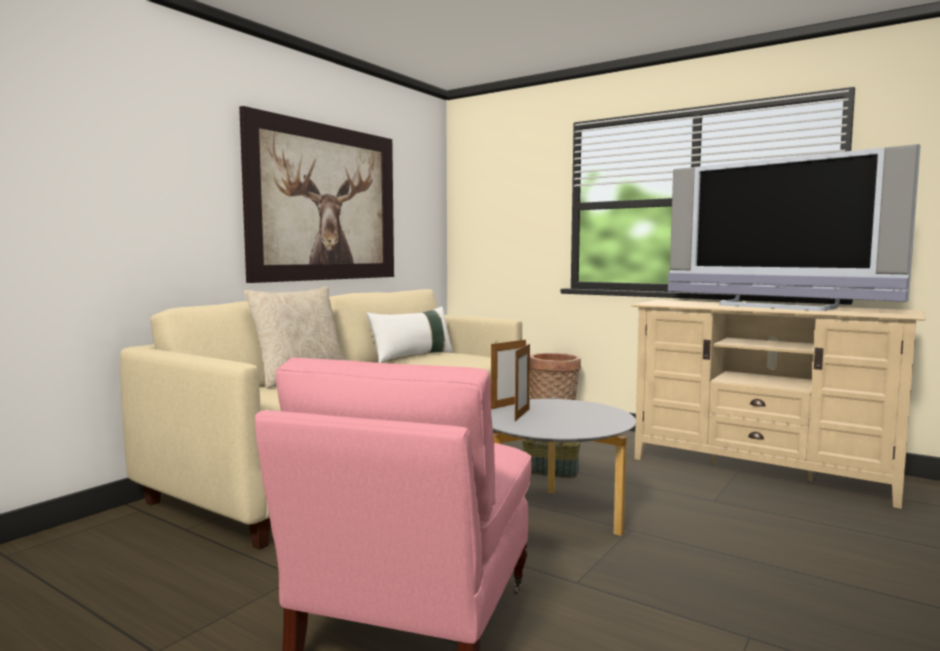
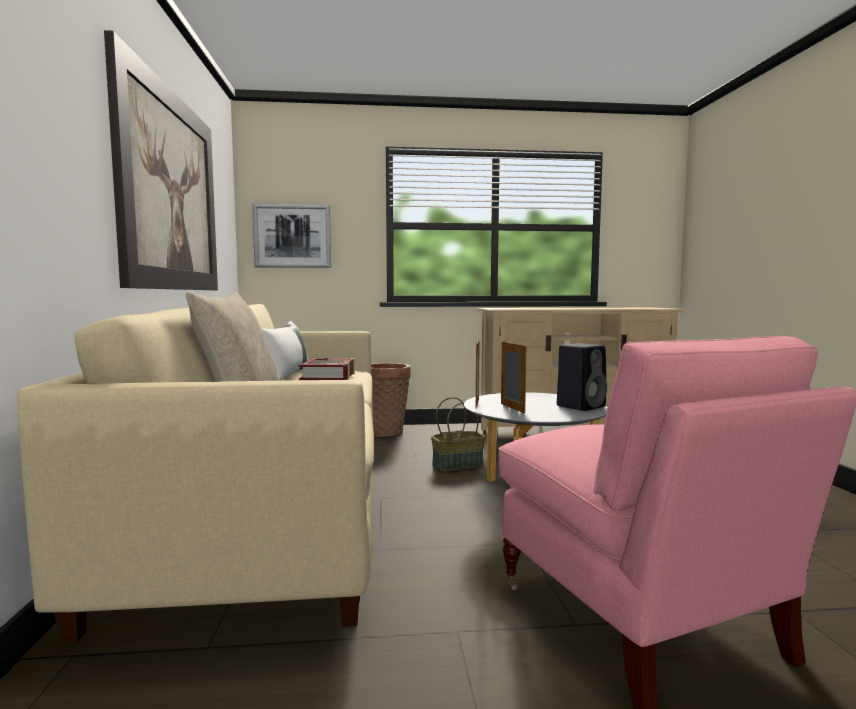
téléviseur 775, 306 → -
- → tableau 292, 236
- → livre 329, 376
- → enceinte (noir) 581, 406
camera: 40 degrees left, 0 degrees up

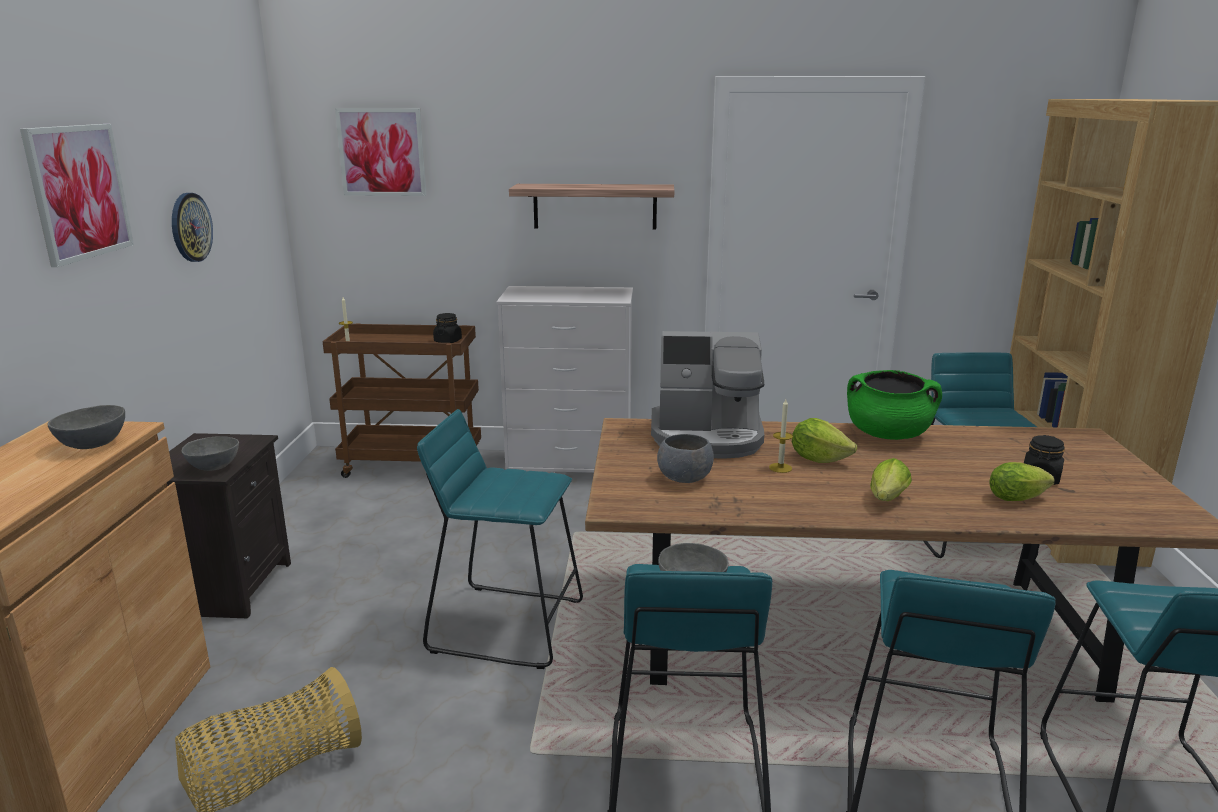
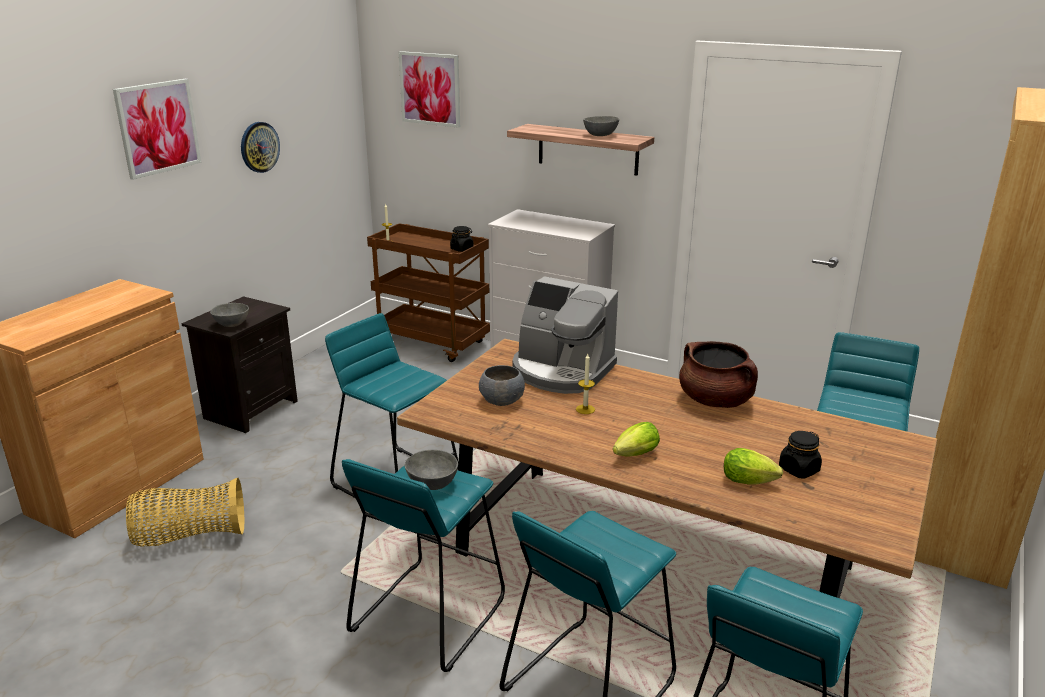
laitue 818, 459 → -
bol (gris) 94, 445 → bol (gris) 601, 135, move
marmite (vert) 888, 435 → marmite (marron) 715, 400
camera: 25 degrees right, 5 degrees up

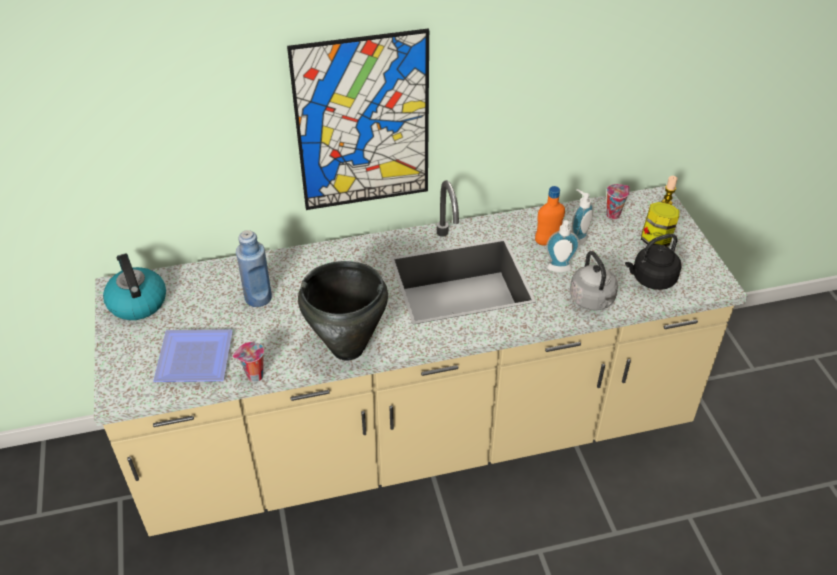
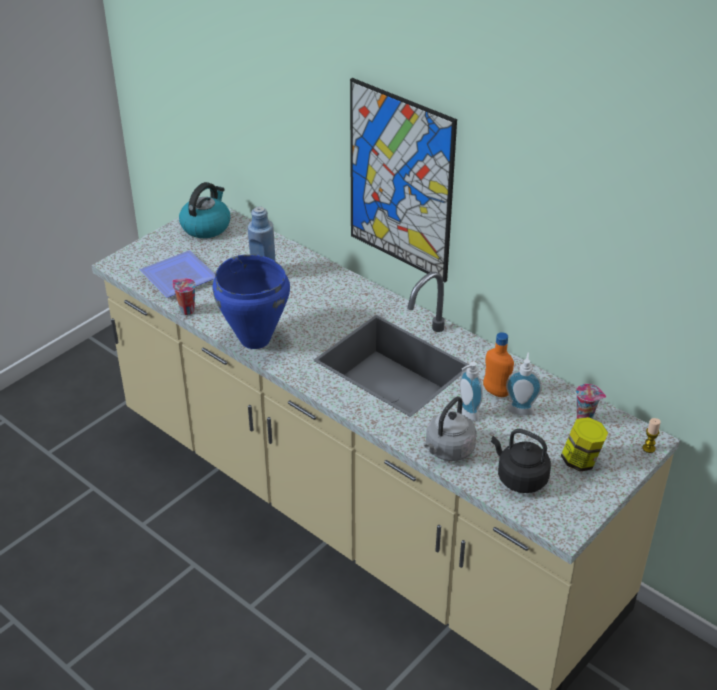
marmite (noir) 348, 349 → marmite (bleu) 254, 340
camera: 55 degrees right, 5 degrees down

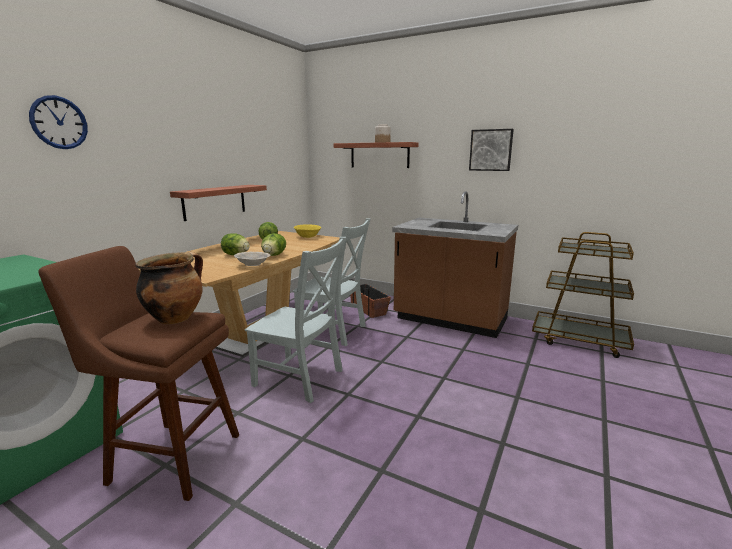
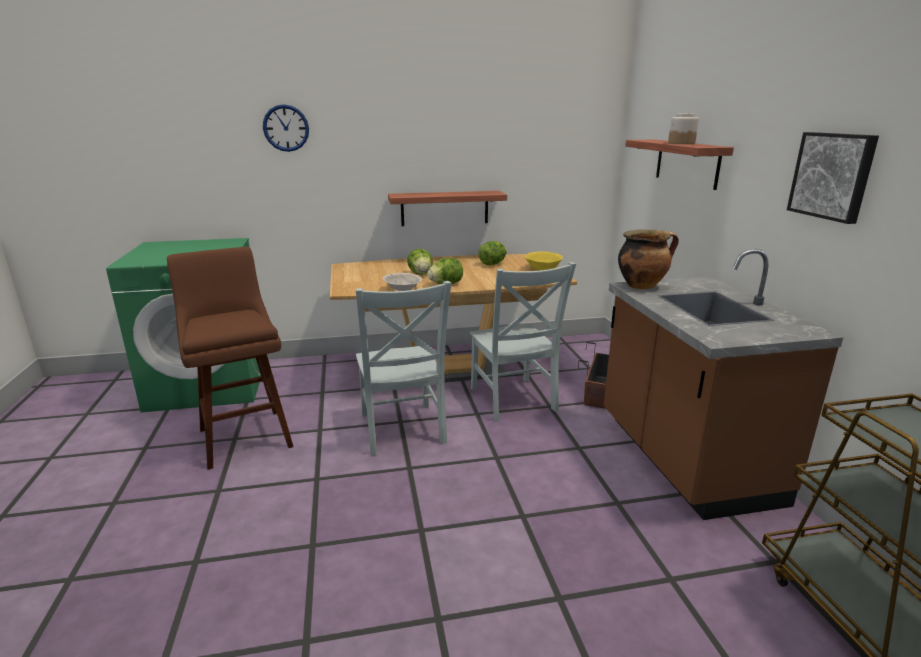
marmite 176, 318 → marmite 642, 285, move
camera: 50 degrees right, 5 degrees up

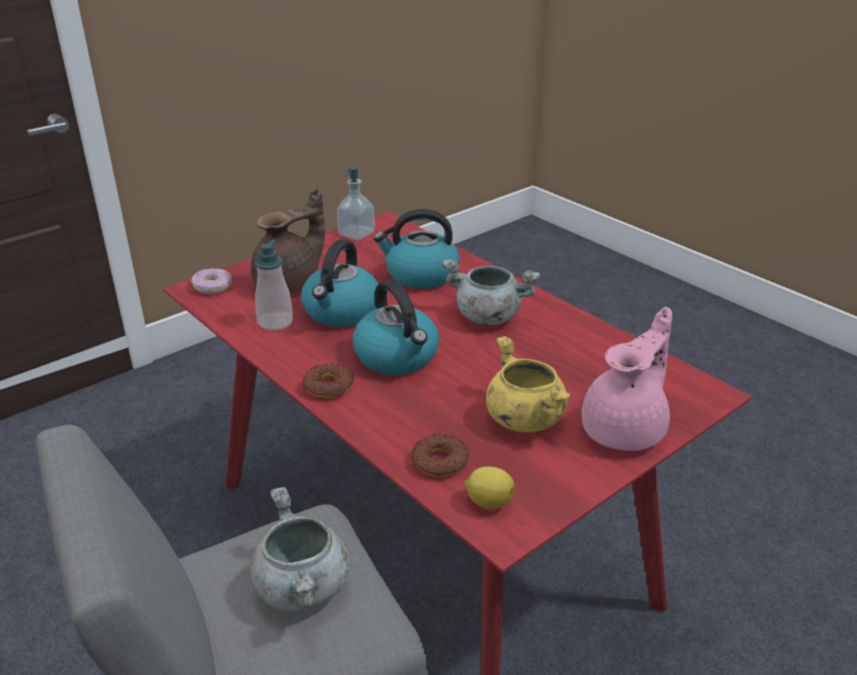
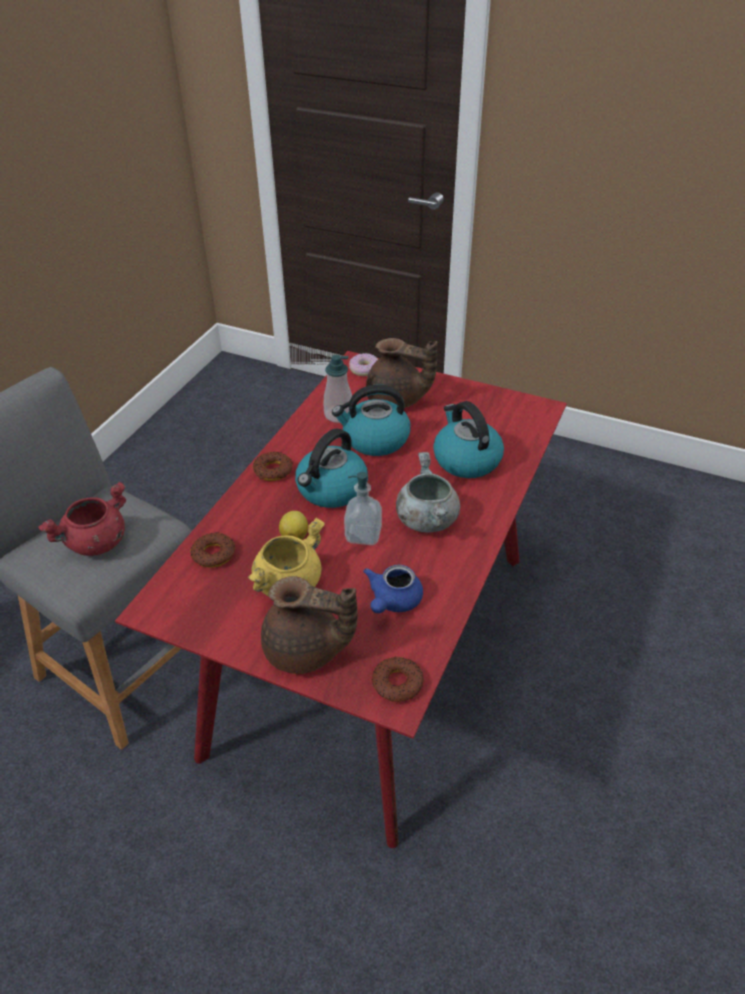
- → théière (bleu) 392, 601
- → beignet 397, 683
distributeur de savon 356, 234 → distributeur de savon 363, 535, move
citron 488, 502 → citron 295, 536, move
marmite (gris) 303, 588 → marmite (rouge) 96, 543
théière (rose) 626, 430 → théière (marron) 306, 651
camera: 65 degrees right, 10 degrees up

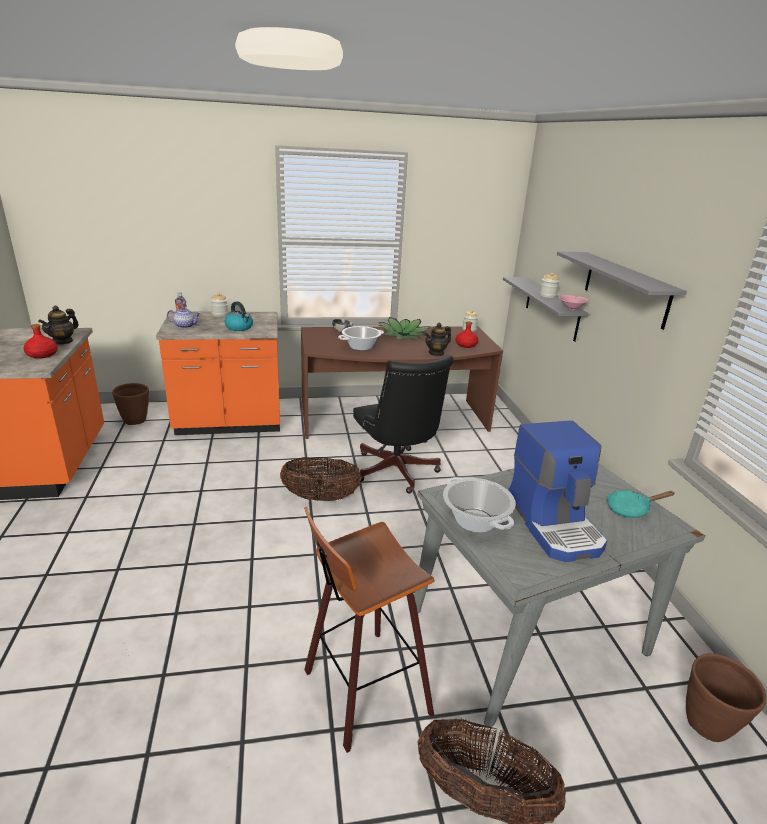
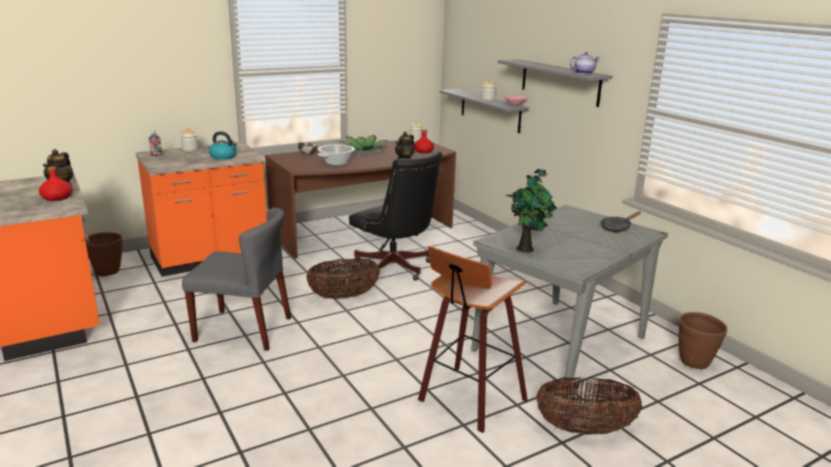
machine à café 554, 524 → -
- → chaise (gris) 244, 329
théière 185, 326 → théière 583, 73, move
marmite 475, 520 → plante en pot 526, 249
poêle (turquoise) 631, 509 → poêle (noir) 617, 227
camera: 20 degrees left, 5 degrees down

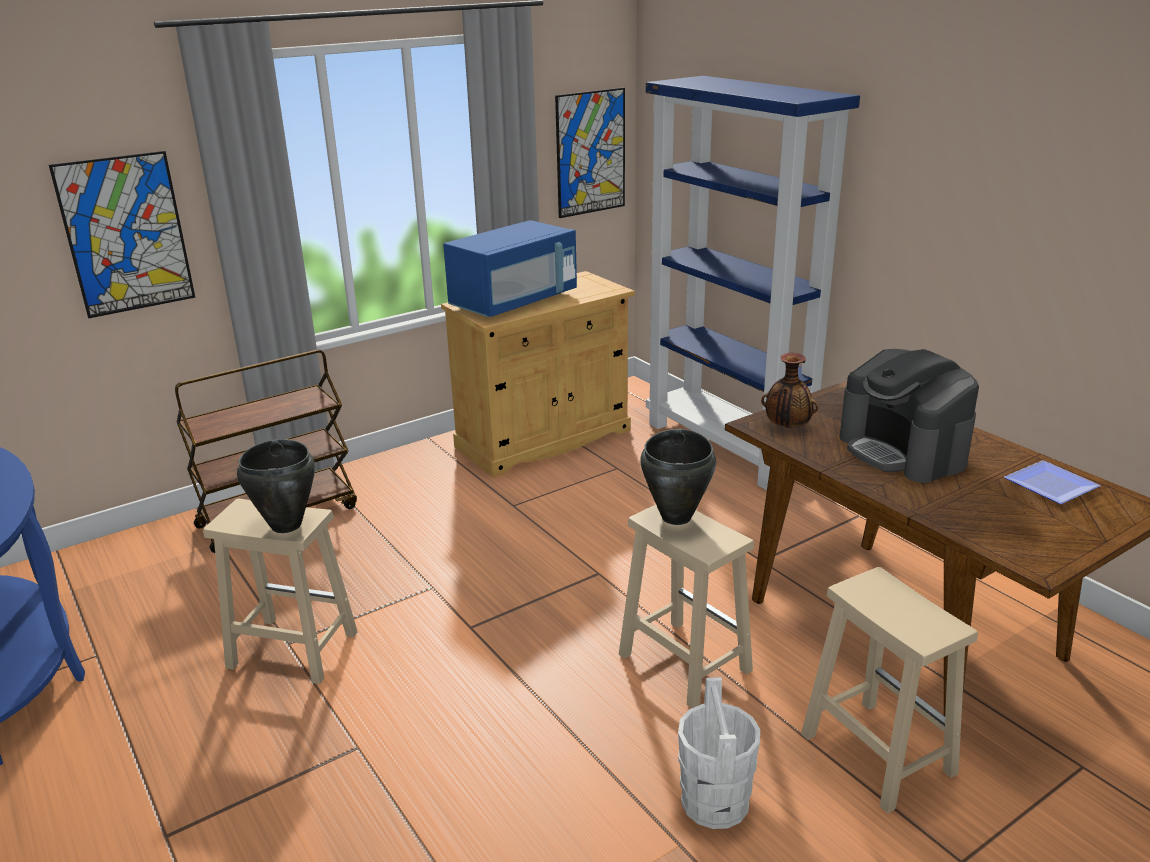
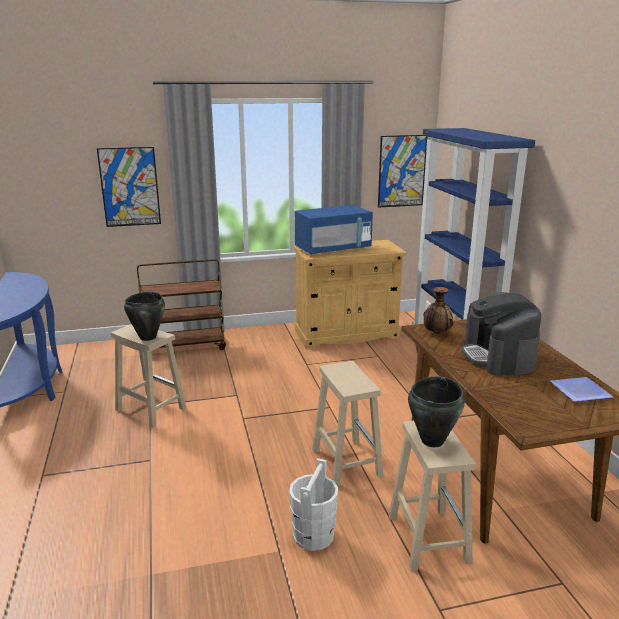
marmite (noir) 677, 517 → marmite (noir) 433, 441, move
camera: 20 degrees right, 5 degrees down

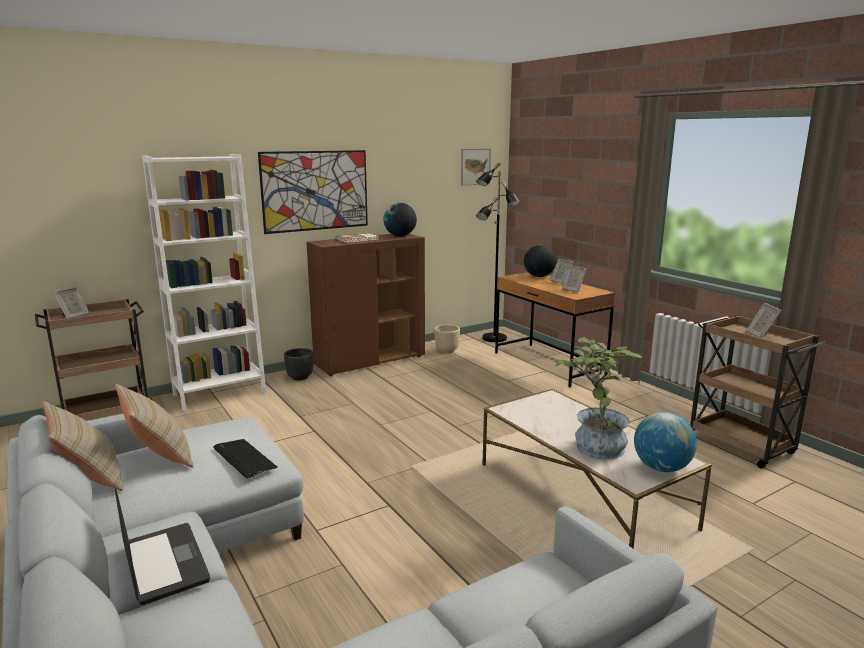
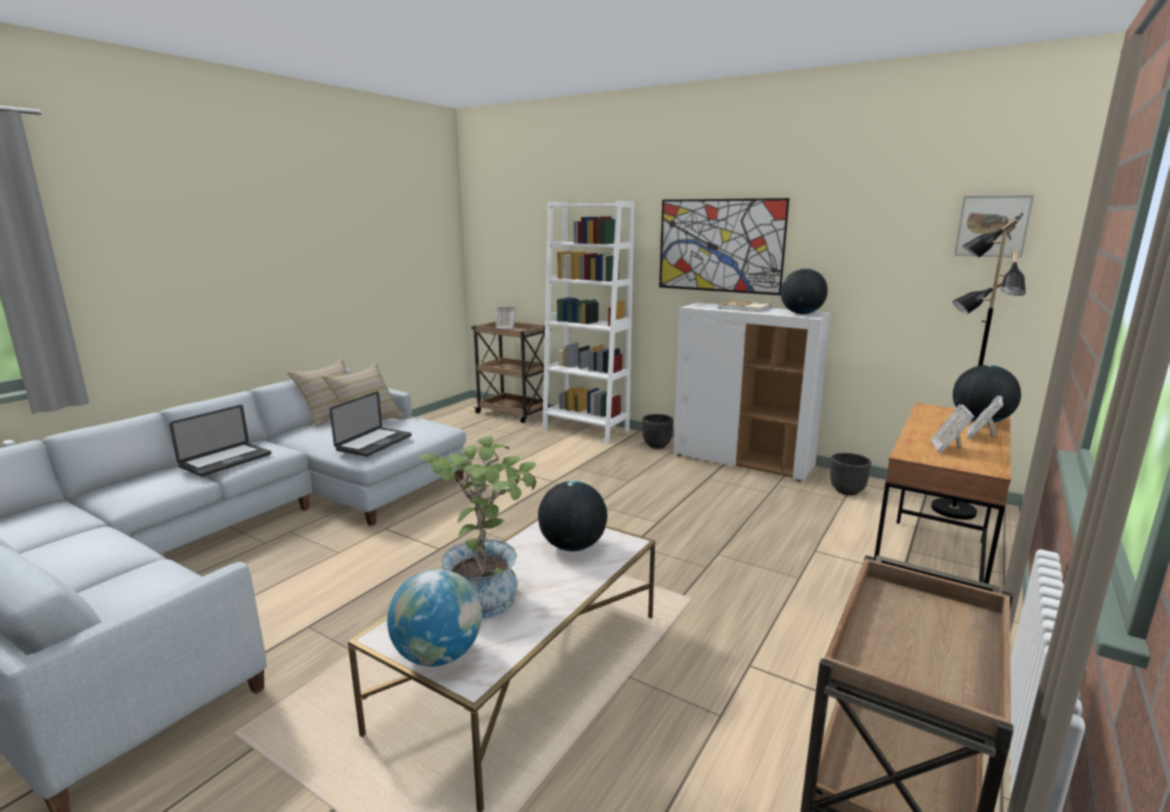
cadre photo 760, 335 → -
- → globe 572, 547
clavier 244, 458 → ordinateur portable 374, 443
meuble de rangement (marron) 370, 361 → meuble de rangement (blanc) 743, 461
cache-pot (beige) 447, 350 → cache-pot (noir) 847, 491
camera: 65 degrees right, 0 degrees up

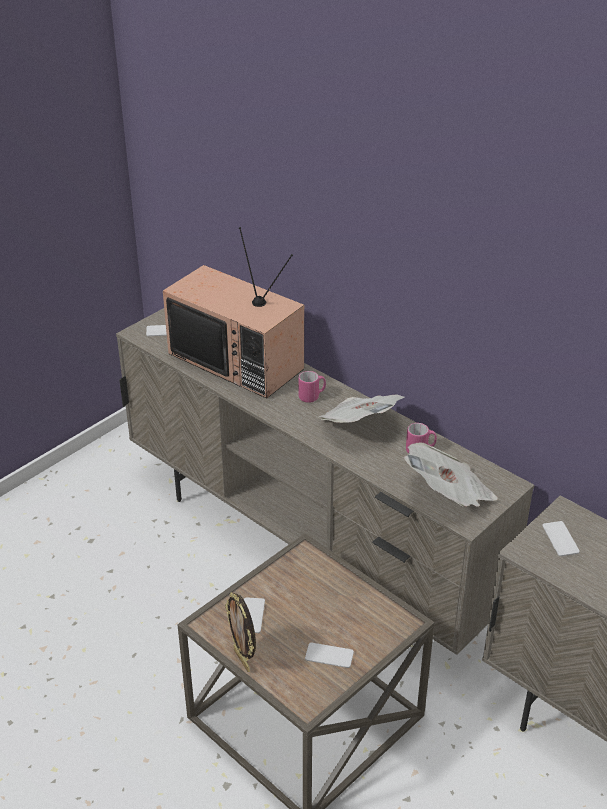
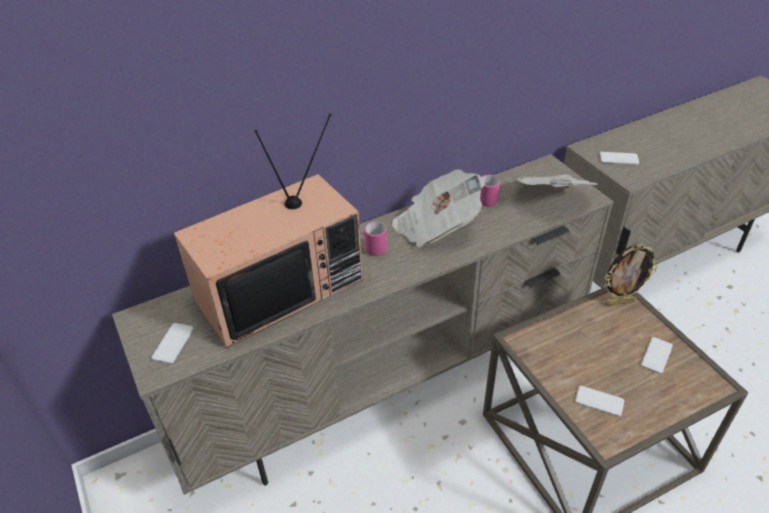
cadre photo 243, 659 → cadre photo 620, 302, move
camera: 70 degrees left, 5 degrees up

